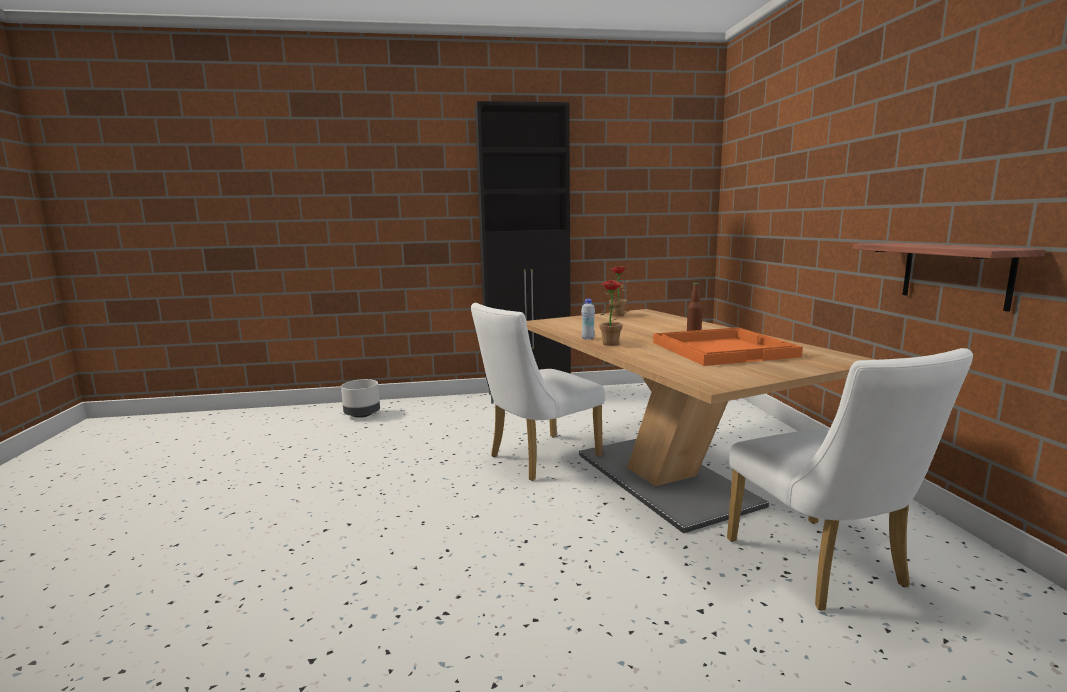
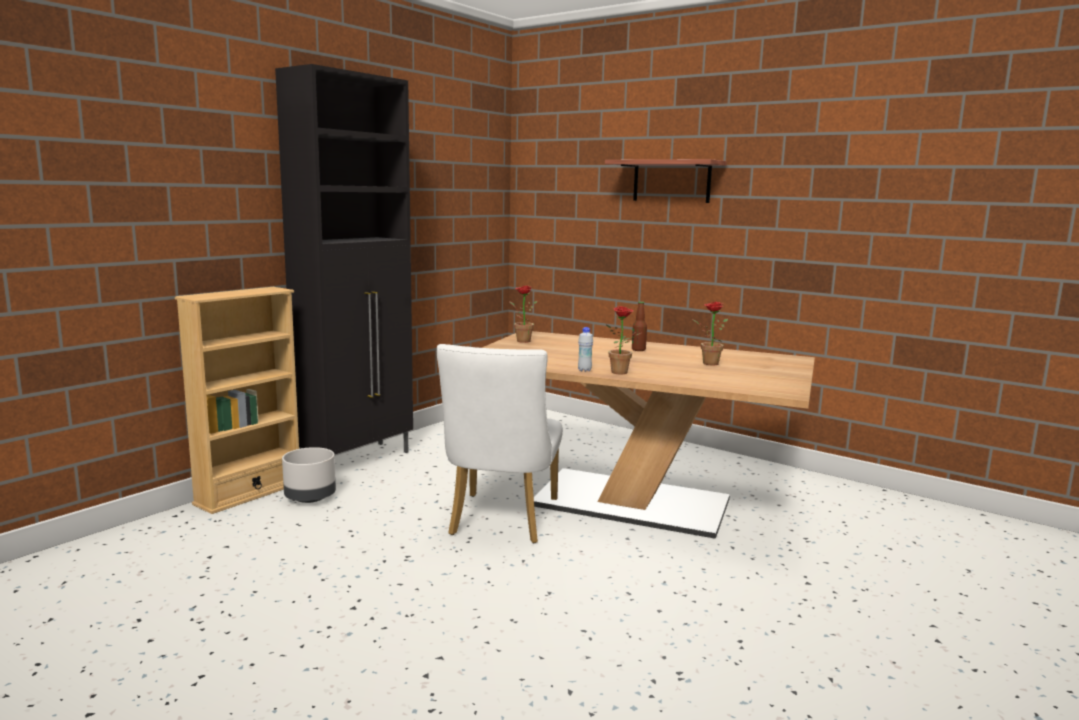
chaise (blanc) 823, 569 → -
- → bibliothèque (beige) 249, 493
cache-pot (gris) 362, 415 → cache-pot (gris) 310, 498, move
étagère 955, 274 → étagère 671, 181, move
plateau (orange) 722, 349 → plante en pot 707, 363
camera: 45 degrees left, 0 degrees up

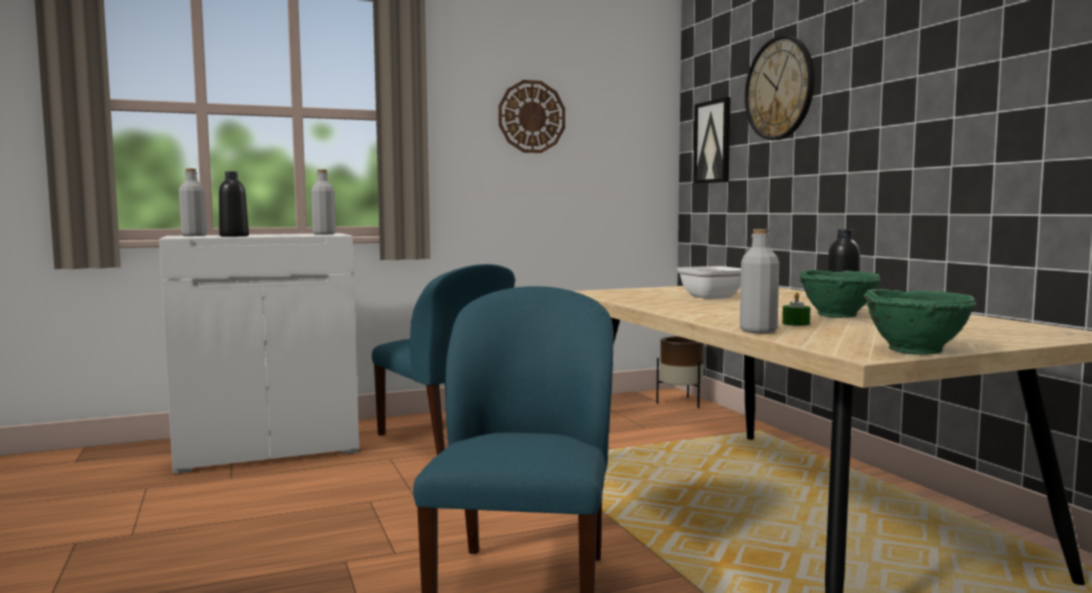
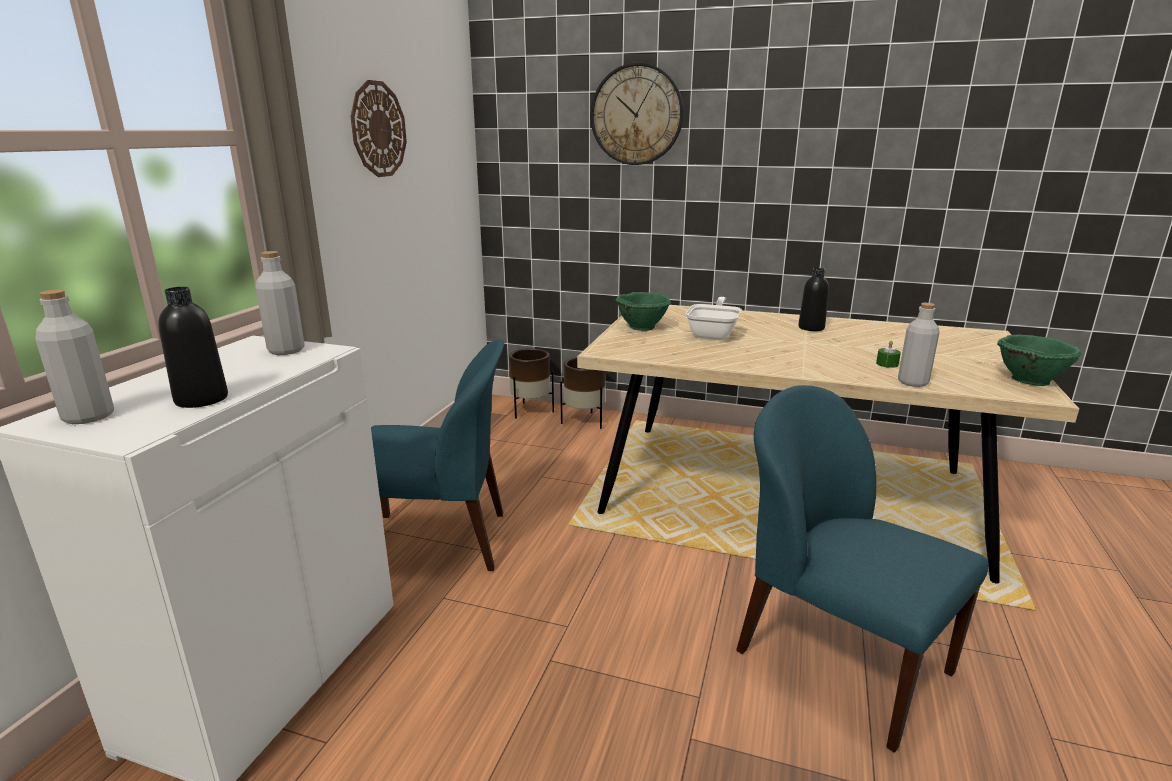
tableau 713, 142 → -
- → cache-pot (marron) 584, 421
bol (vert) 838, 315 → bol (vert) 642, 327, move
camera: 50 degrees left, 15 degrees up

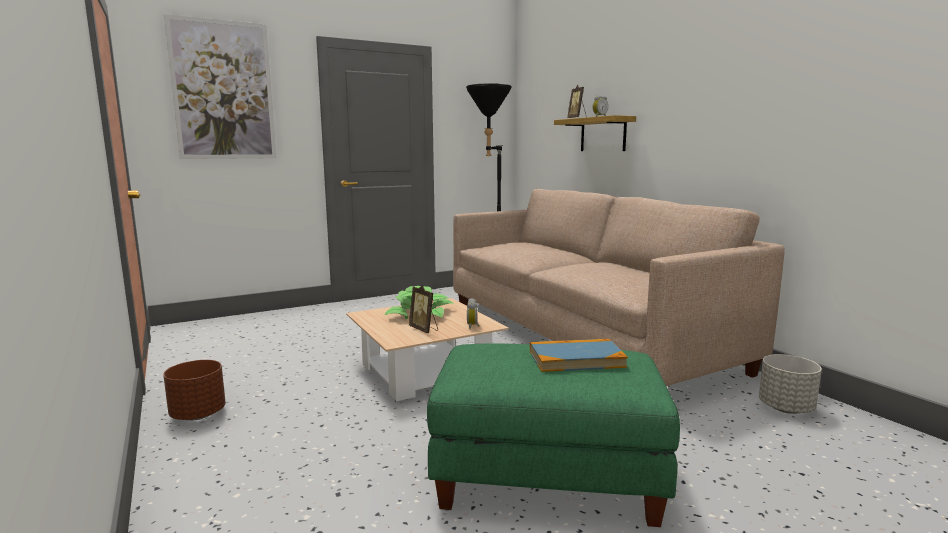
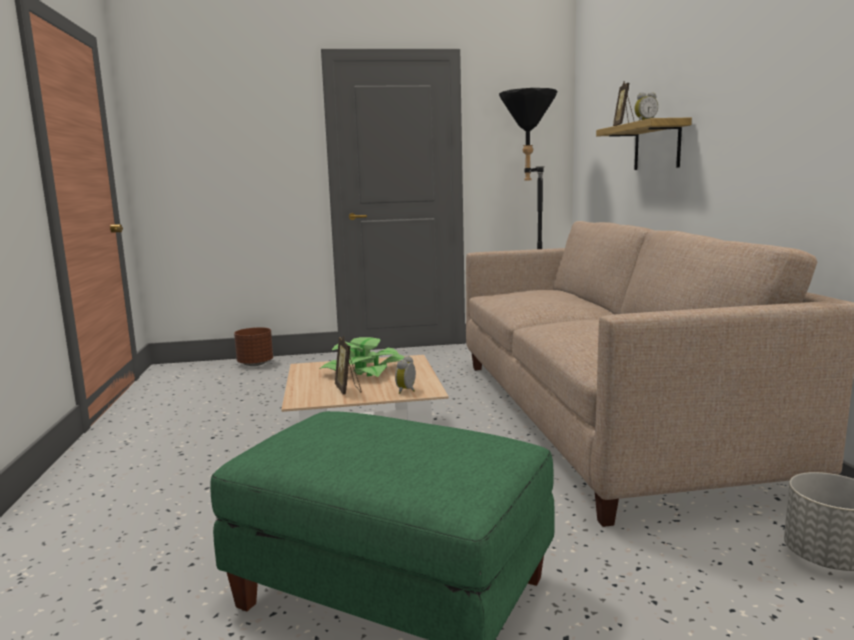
tableau 223, 91 → -
livre 576, 359 → -
cache-pot (marron) 198, 414 → cache-pot (marron) 255, 364, move
camera: 20 degrees right, 0 degrees up

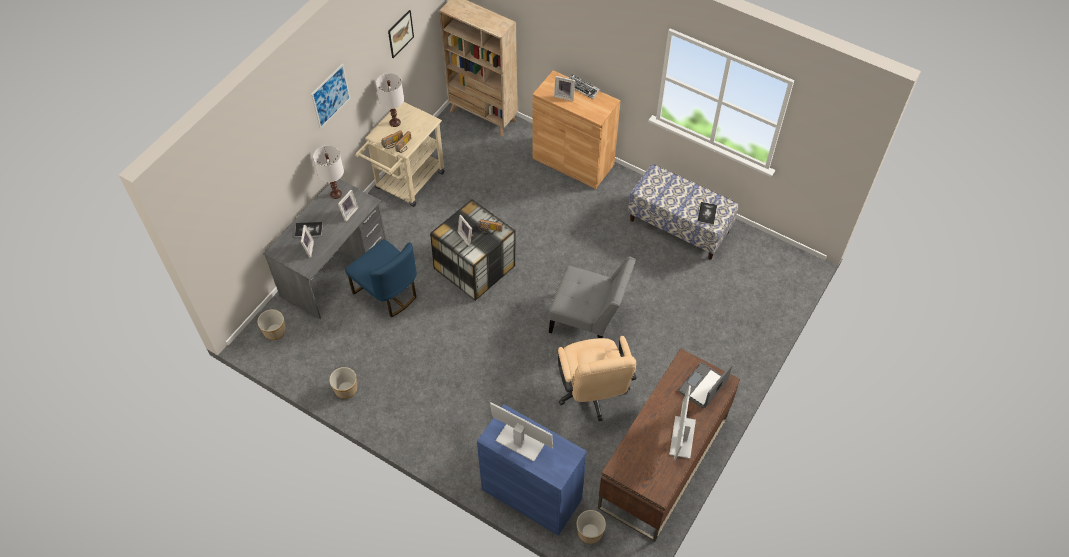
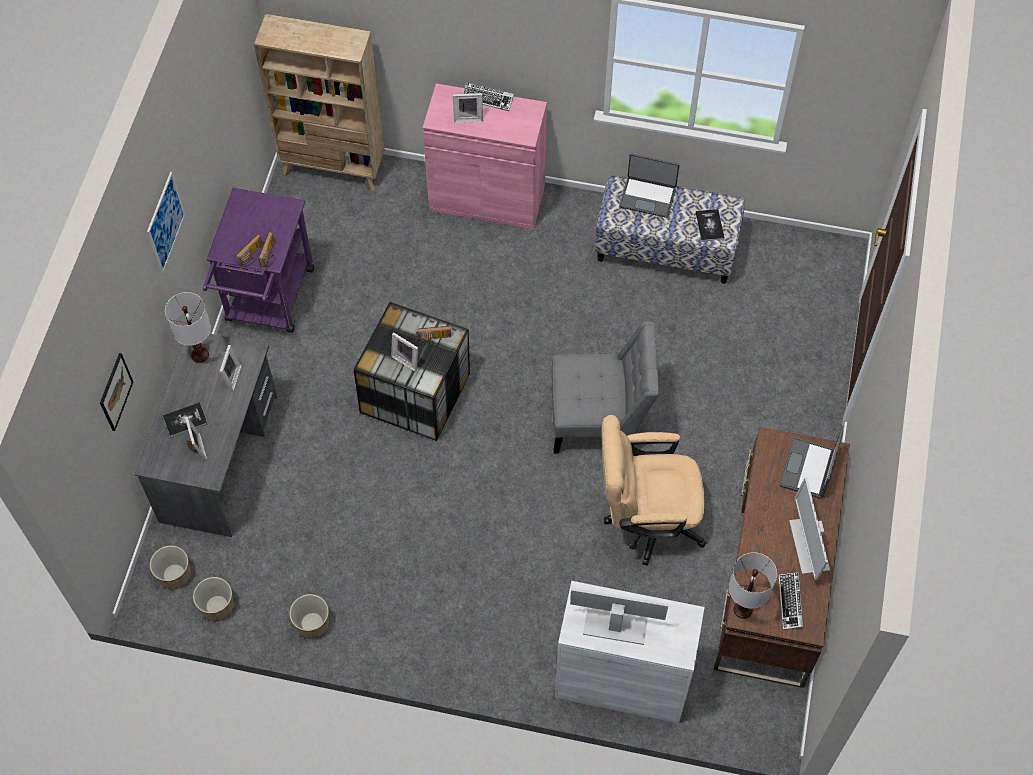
chaise (bleu) 387, 293 → -
- → ordinateur portable 648, 197
- → clavier 790, 602
lampe de table (blanc) 394, 122 → lampe de table (blanc) 742, 609, move
tableau 400, 33 → tableau 115, 392, move
cache-pot 589, 532 → cache-pot 216, 607, move
chariot (beige) 406, 184 → chariot (violet) 268, 302
meuble de rangement (bleu) 531, 494 → meuble de rangement (blanc) 622, 681
meuble de rangement (marron) 573, 161 → meuble de rangement (rose) 487, 198
chaise de bureau (beige) 592, 394 → chaise de bureau (beige) 646, 520, 120 degrees clockwise
camera: 20 degrees left, 5 degrees up

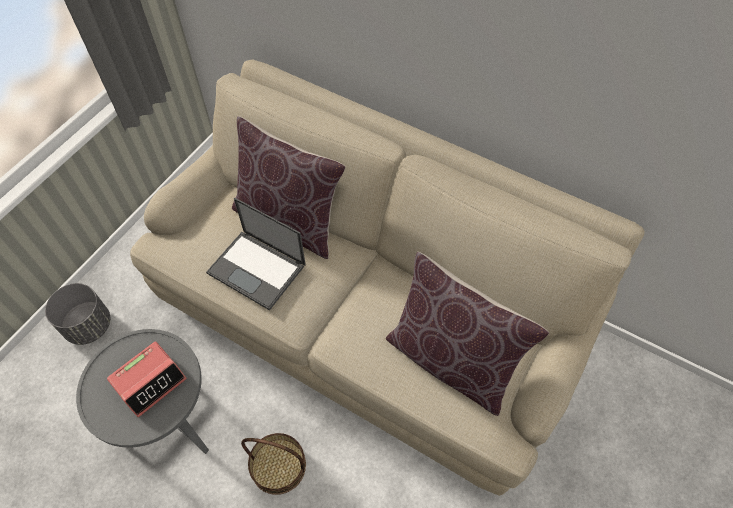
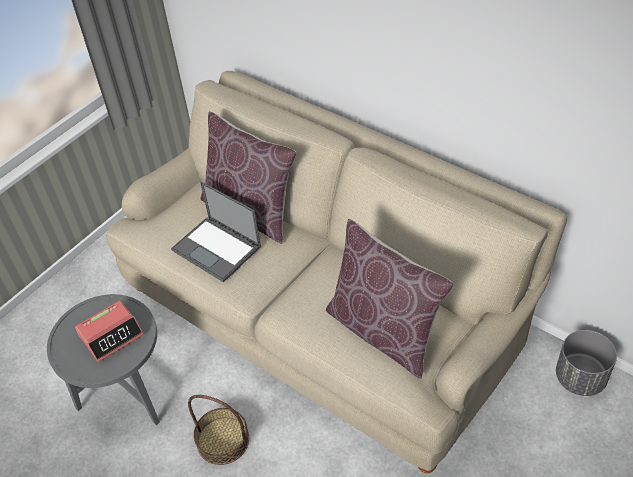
cache-pot (gris) 89, 325 → cache-pot (gris) 580, 378, move
camera: 10 degrees right, 10 degrees down

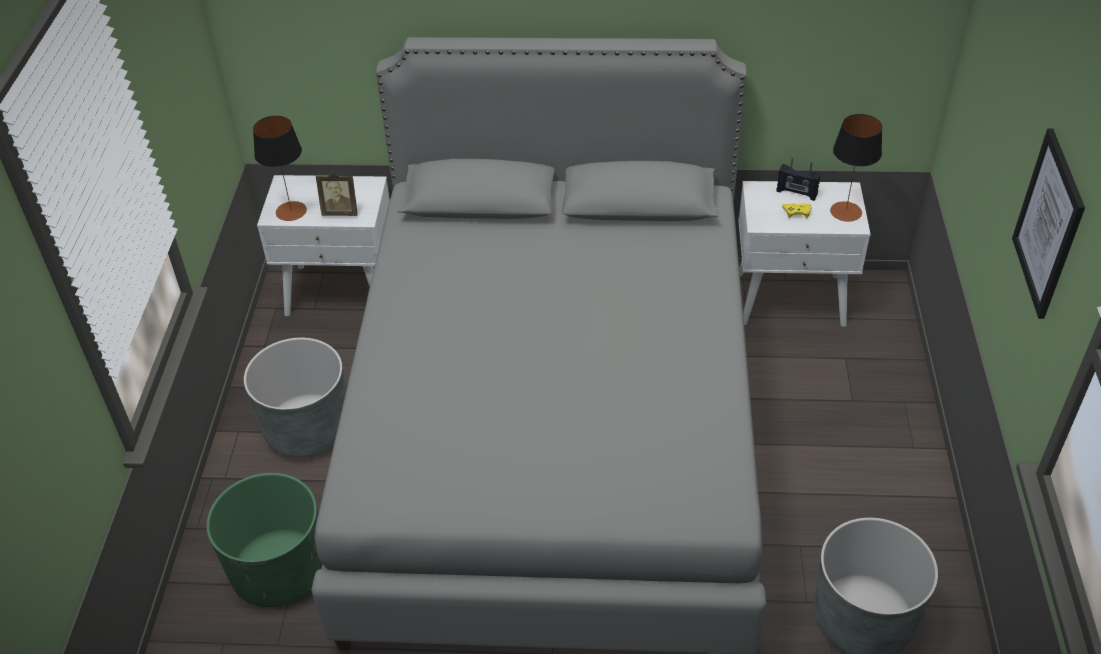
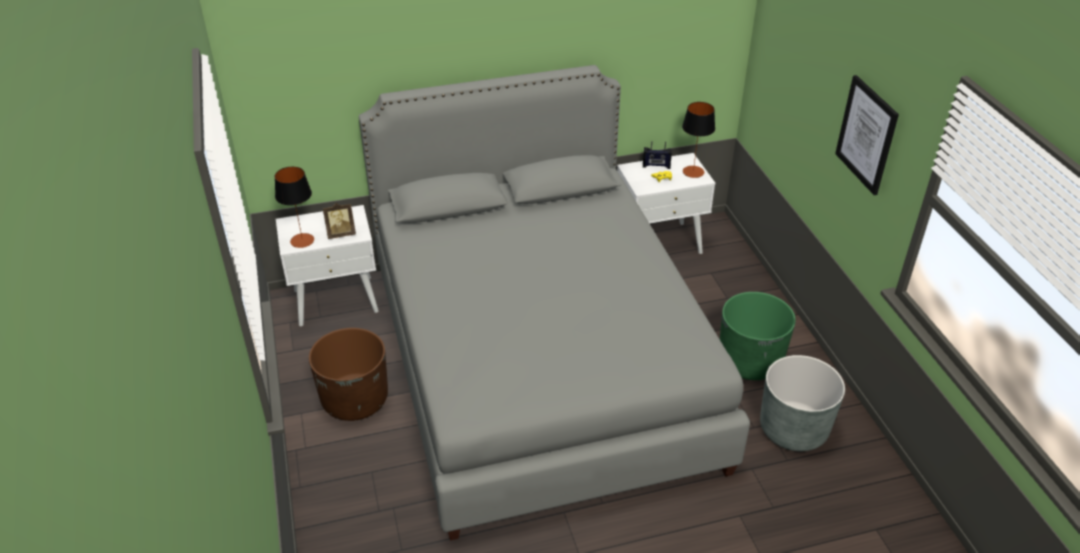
cache-pot (vert) 279, 571 → cache-pot (vert) 749, 361, move
cache-pot (gris) 307, 429 → cache-pot (marron) 355, 400
camera: 20 degrees left, 5 degrees down

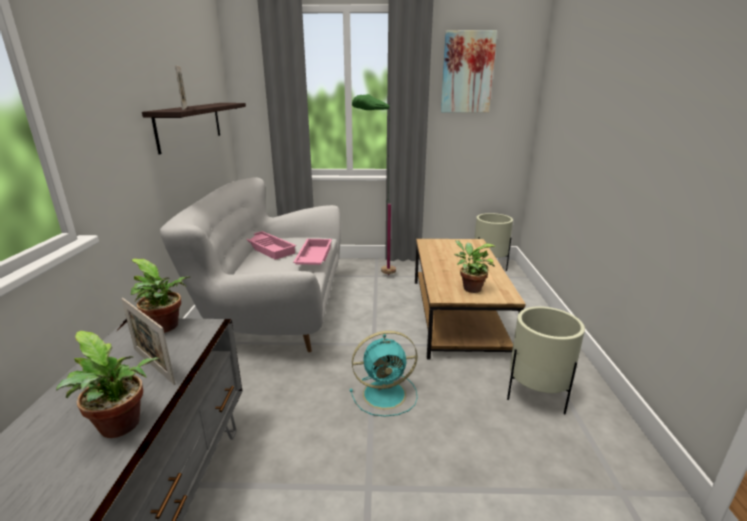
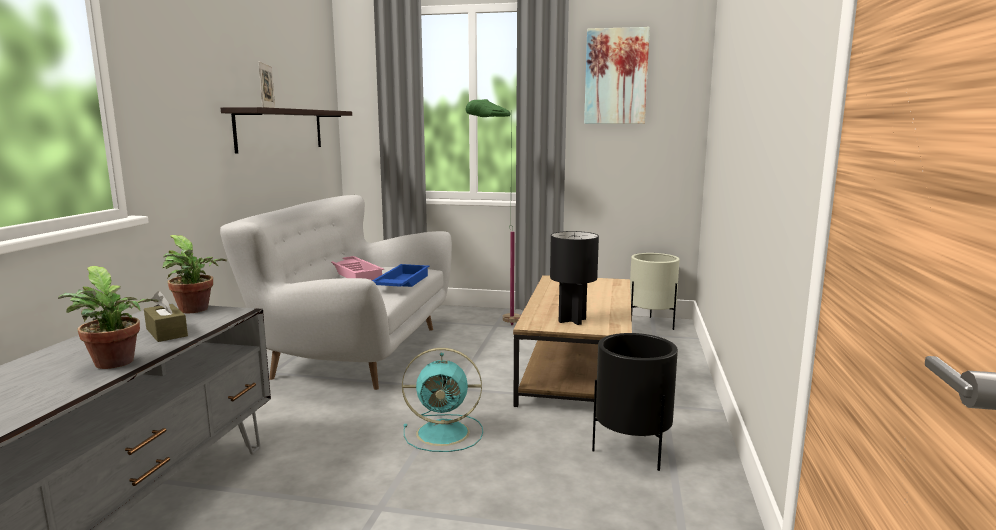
cadre photo 154, 366 → boîte à mouchoirs (marron) 166, 332
plante en pot 469, 288 → lampe de table (noir) 572, 320
plateau (rose) 313, 257 → plateau (bleu) 400, 283
cache-pot (beige) 536, 397 → cache-pot (noir) 632, 452
camera: 10 degrees right, 10 degrees down

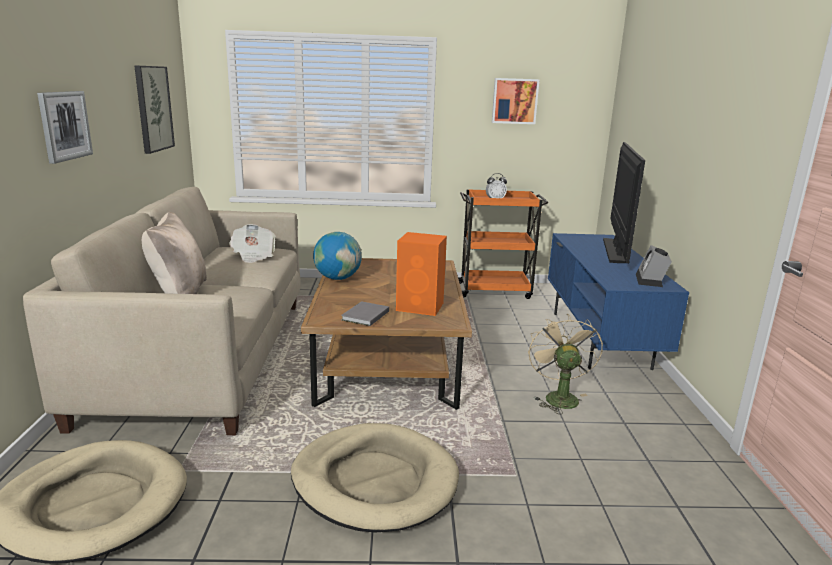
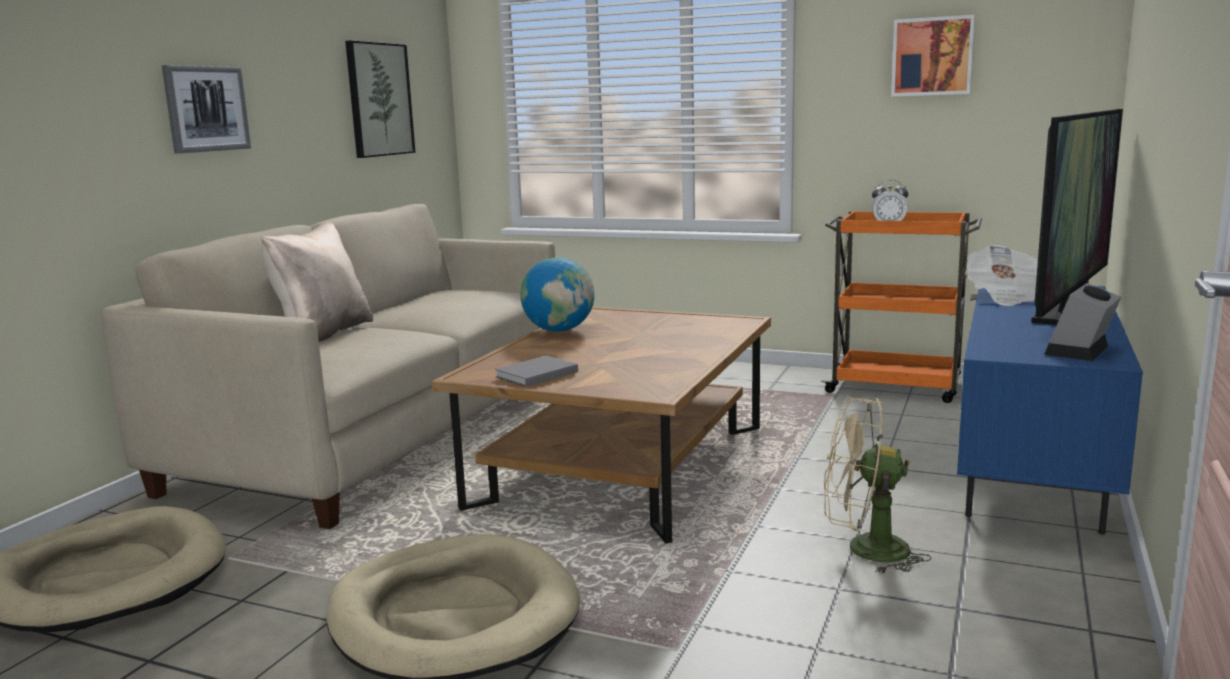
enceinte (orange) 421, 307 → -
journal 253, 256 → journal 1004, 297, move
ventilateur (beige) 558, 397 → ventilateur (beige) 864, 550, 105 degrees counterclockwise
camera: 25 degrees right, 5 degrees down

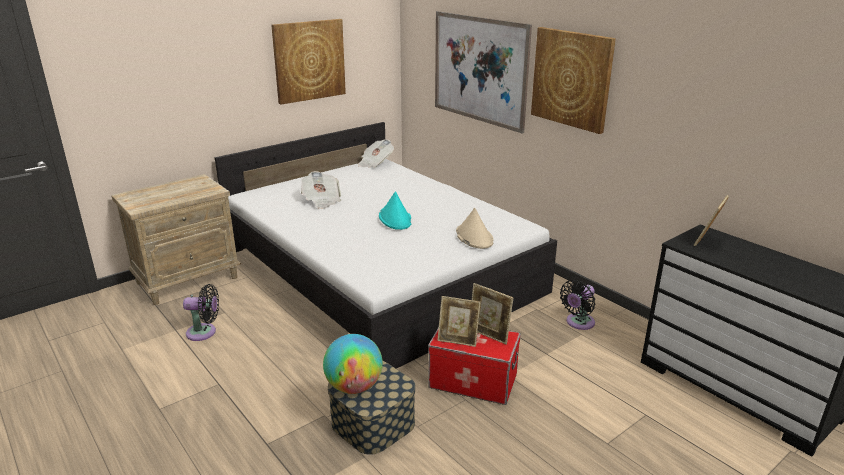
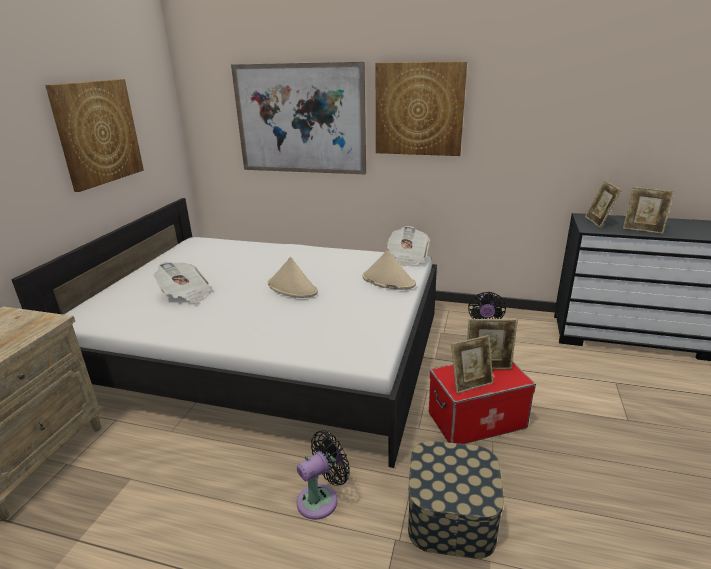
globe 354, 387 → -
- → cadre photo 643, 229
ventilateur (noir) 204, 332 → ventilateur (noir) 321, 499, move
journal 375, 163 → journal 407, 258, move
chapeau (turquoise) 395, 219 → chapeau (beige) 292, 288
camera: 35 degrees left, 0 degrees up

